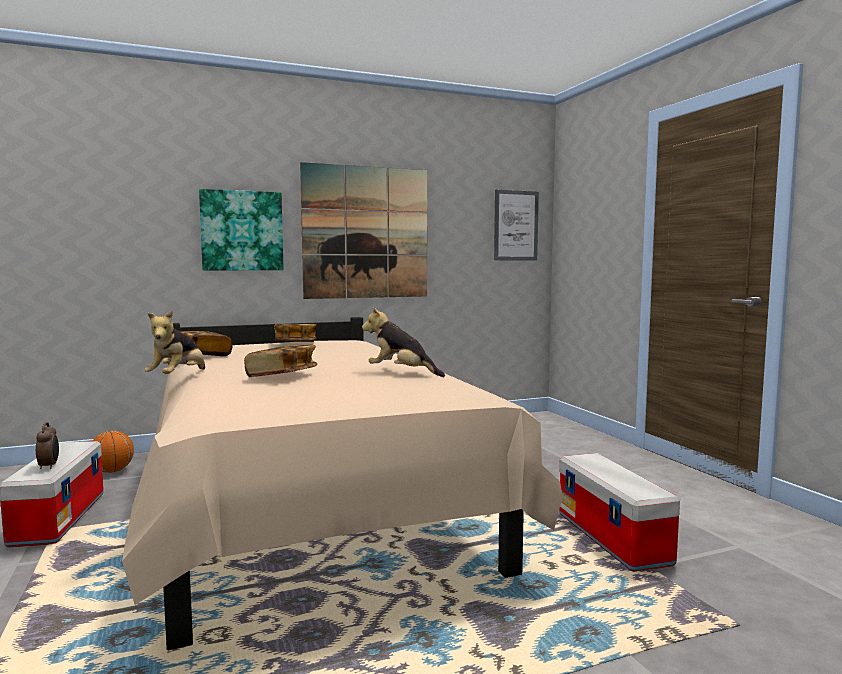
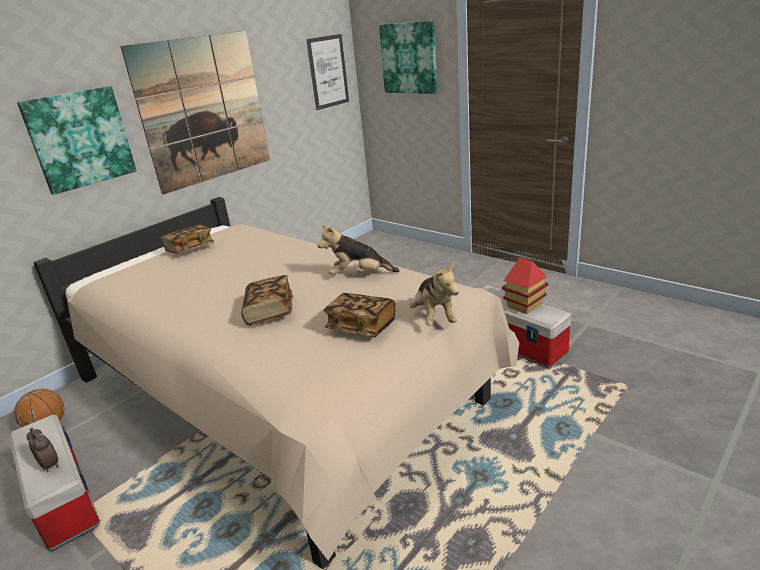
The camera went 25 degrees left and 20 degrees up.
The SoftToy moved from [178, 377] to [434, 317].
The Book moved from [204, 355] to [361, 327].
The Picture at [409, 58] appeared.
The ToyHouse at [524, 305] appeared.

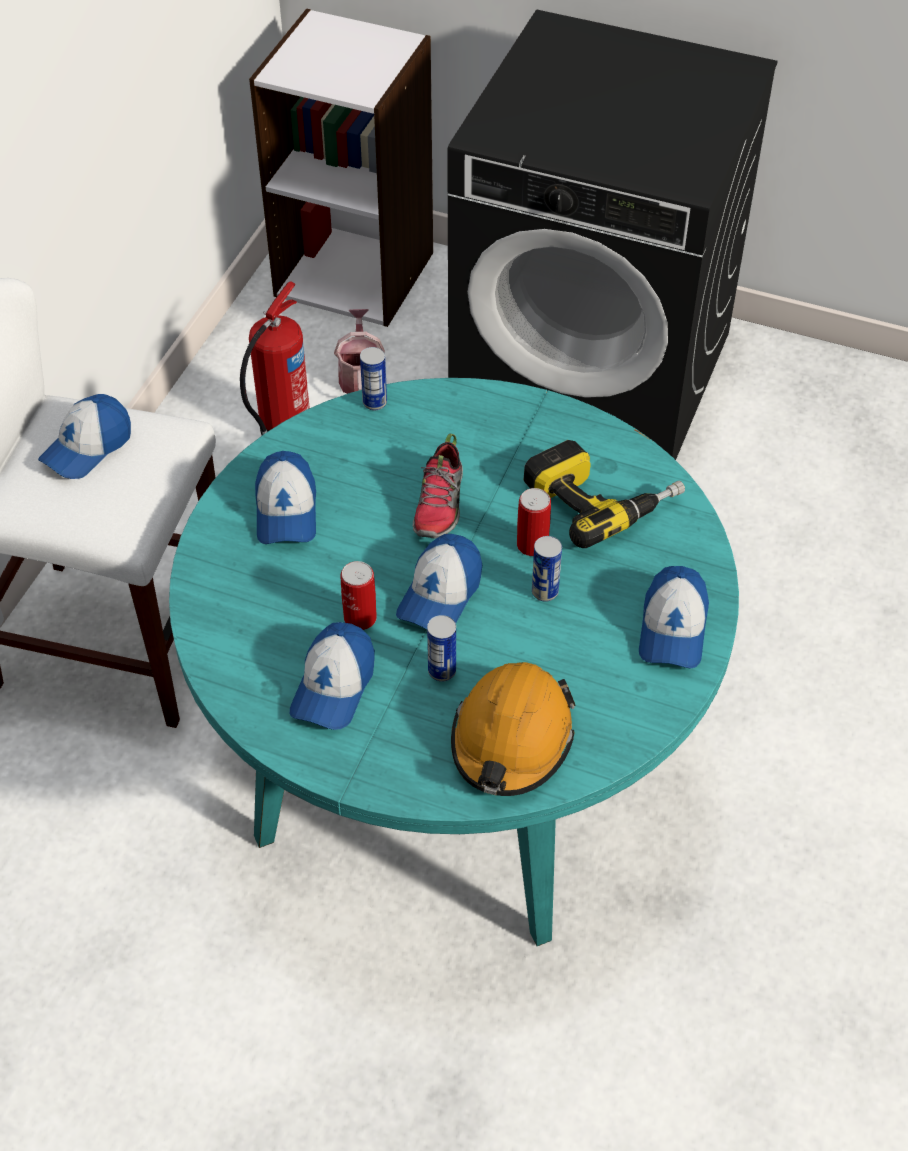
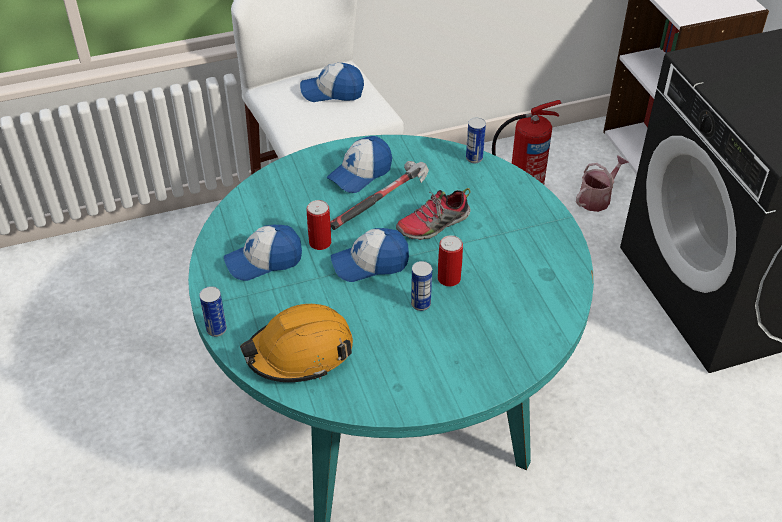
The camera went 50 degrees right and 5 degrees down.
The PowerDrill at [601, 498] disappeared.
The BaseballCap at [673, 629] disappeared.
The SealedCan moved from [442, 671] to [216, 329].
The ToolHammer at [383, 204] appeared.

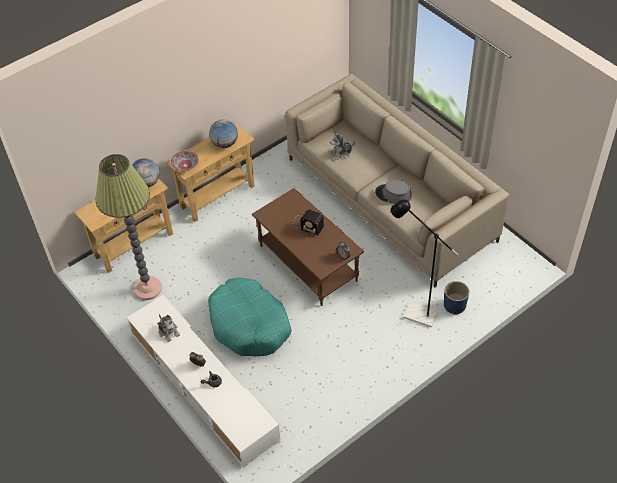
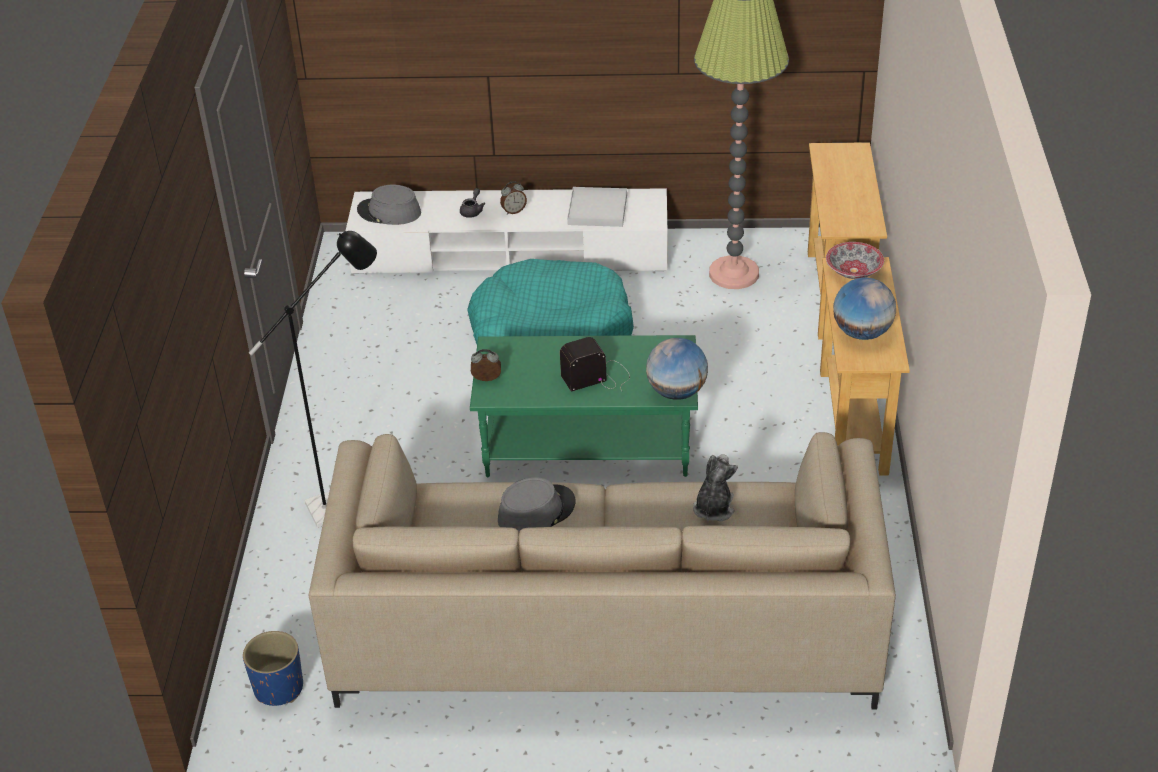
The camera went 130 degrees right and 10 degrees down.
The WorldGlobe moved from [147, 183] to [677, 392].
The BrownishLowTable at [309, 263] became the GreenLowTable at [586, 446].
The BluePlanter moved from [455, 305] to [278, 688].
The SoftToy at [168, 331] was replaced by the WhiteColouredTray at [597, 210].
The GrayHat at [389, 212] appeared.

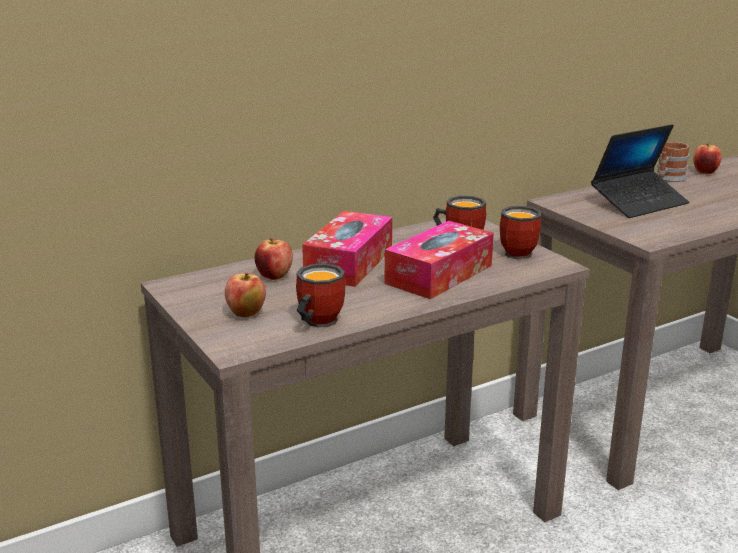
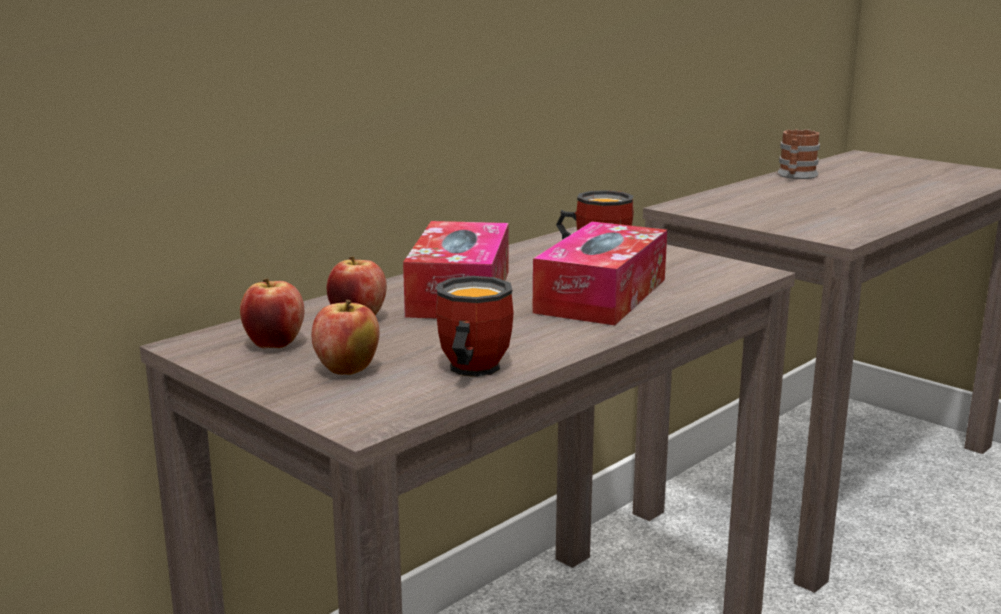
The camera went 15 degrees left and 5 degrees down.
The Laptop at [639, 203] disappeared.
The AppleFruit moved from [705, 172] to [275, 344].
The TeaMug at [518, 252] disappeared.

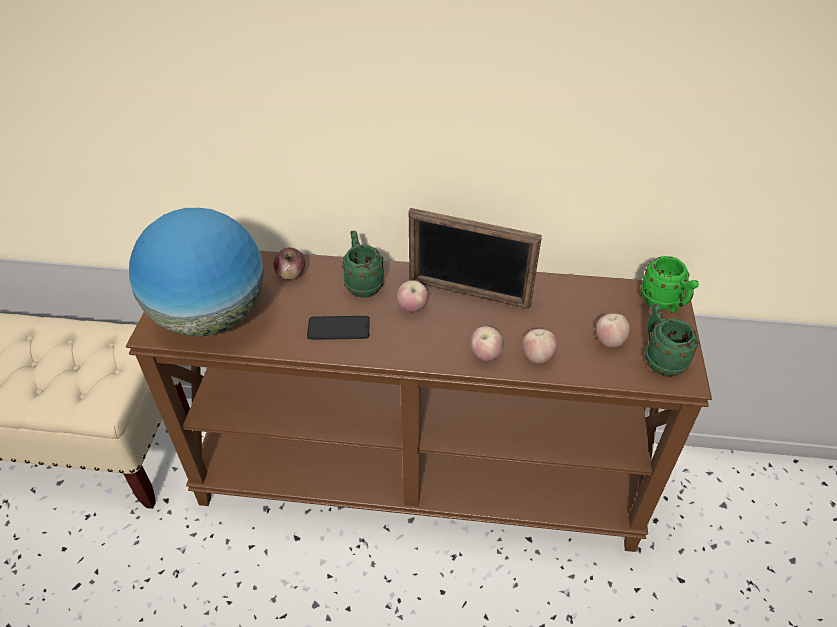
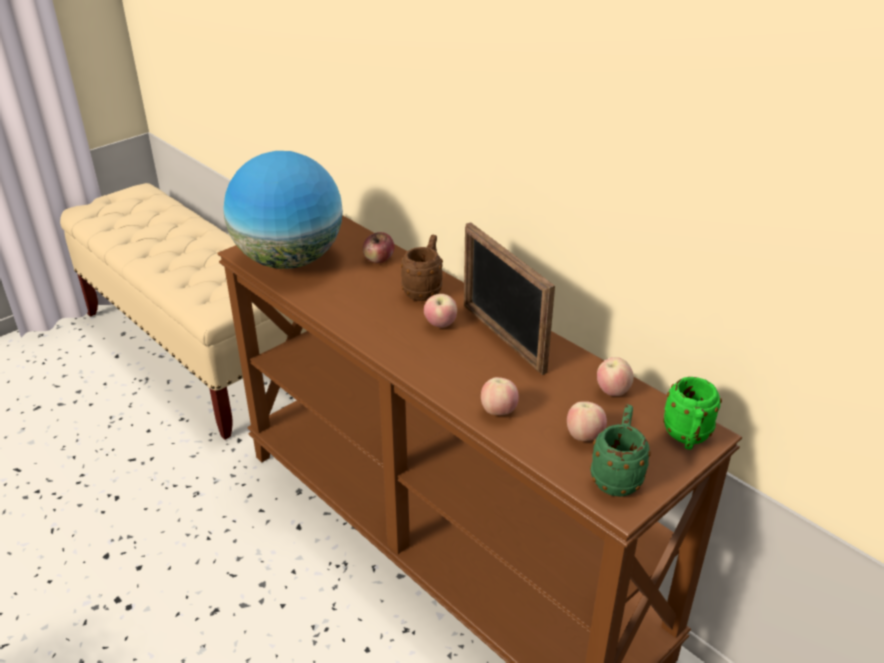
The camera went 40 degrees right and 10 degrees down.
The GreenTeaMug at [362, 283] became the BrownishTeaMug at [424, 290].
The Telephone at [338, 328] disappeared.
The AppleFruit moved from [485, 355] to [612, 391].

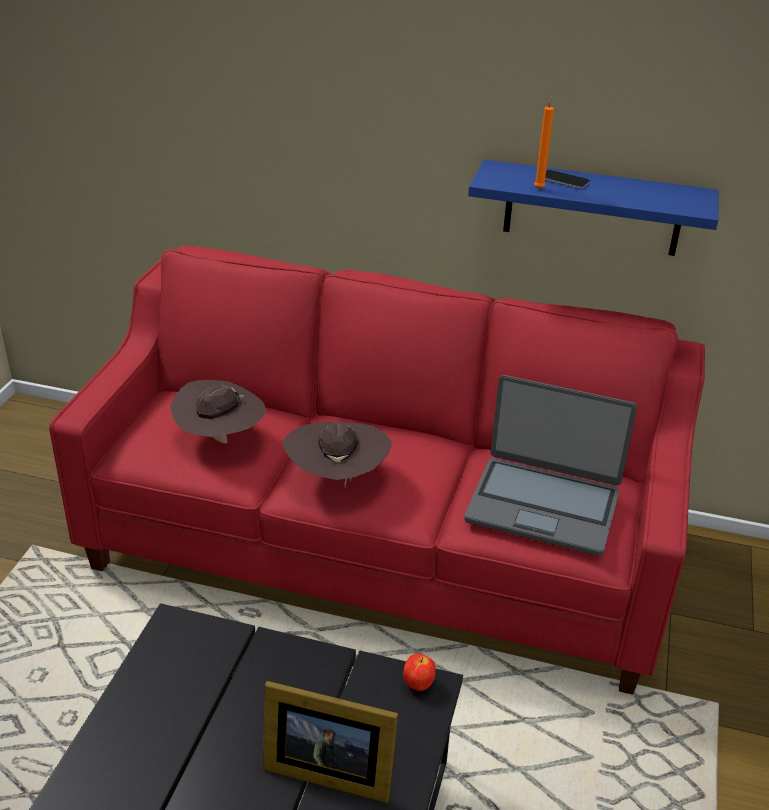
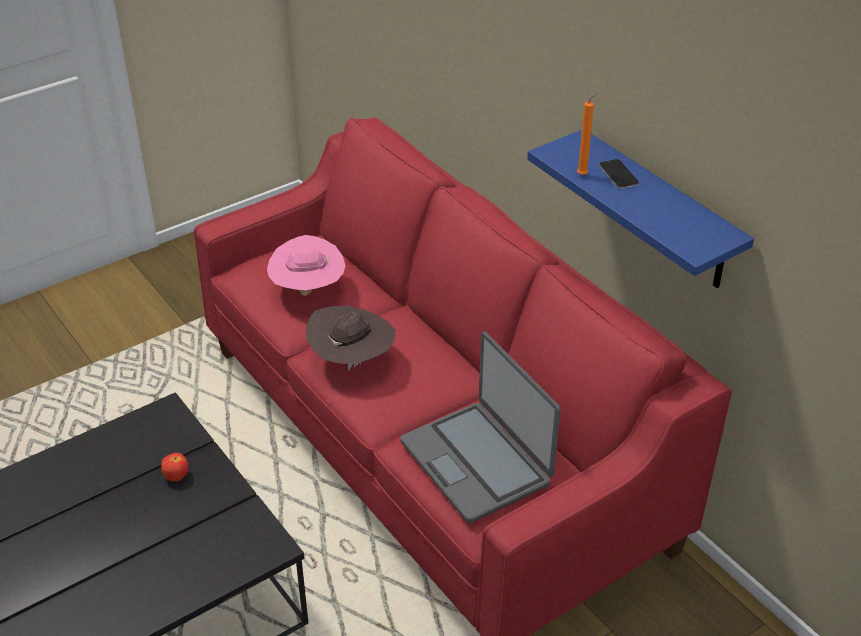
The camera went 40 degrees right and 5 degrees up.
The BrownishHat at [220, 439] became the PinkColouredHat at [307, 291].
The AppleFruit moved from [418, 684] to [176, 477].
The PictureFrame at [326, 768] disappeared.

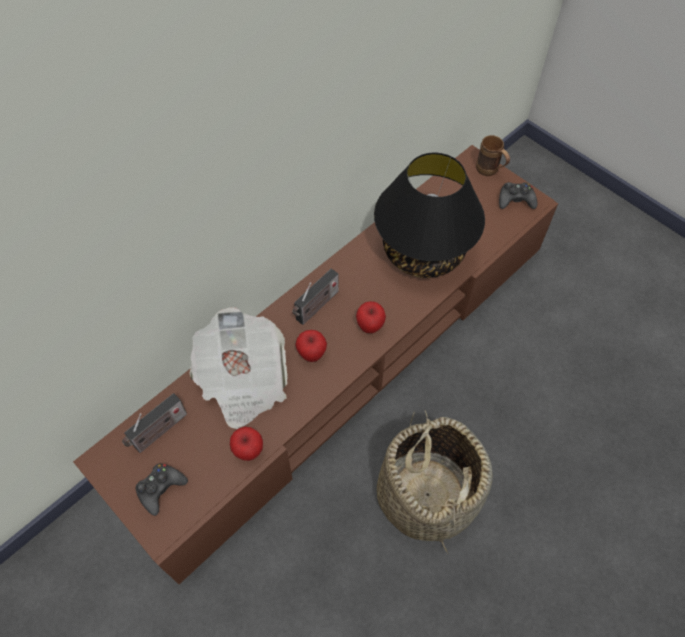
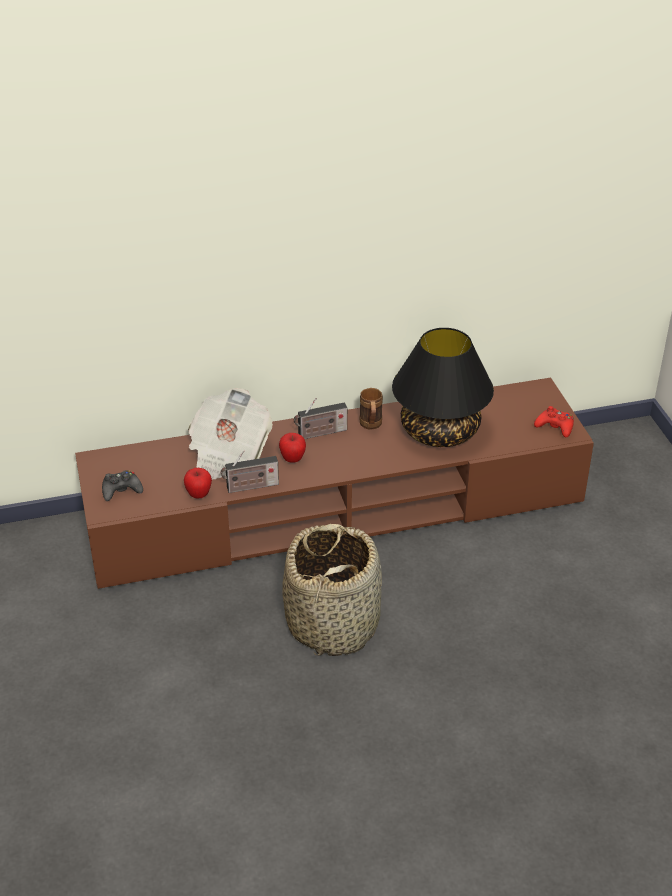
The camera went 30 degrees right and 20 degrees down.
The BrownishTeaMug moved from [490, 172] to [371, 426].
The BlackColouredGameController at [516, 200] became the ReddishGameController at [555, 426].
The AppleFruit at [370, 326] disappeared.
The Radio moved from [158, 432] to [250, 487].

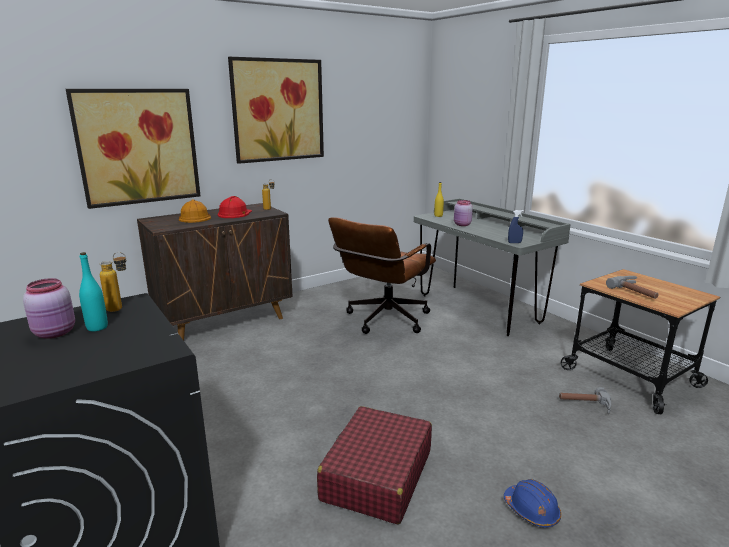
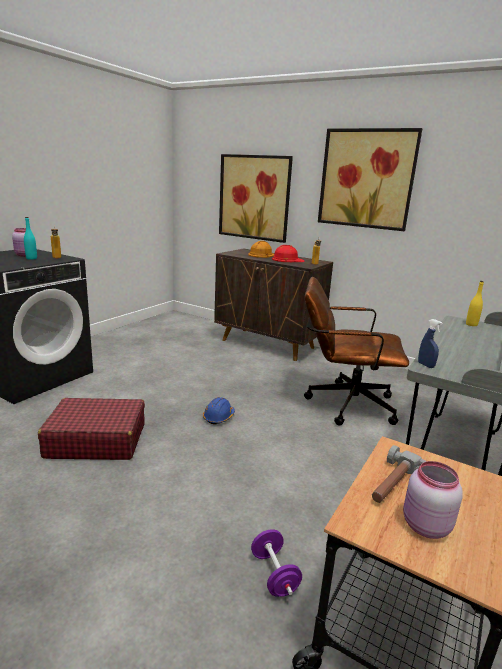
The camera went 65 degrees right and 0 degrees up.
The PinkColouredPreserveJar moved from [462, 225] to [424, 526].
The ToolHammer at [586, 405] was replaced by the PurpleColouredFreeWeight at [274, 574].
The BlueWorkHelmet moved from [531, 510] to [218, 417].

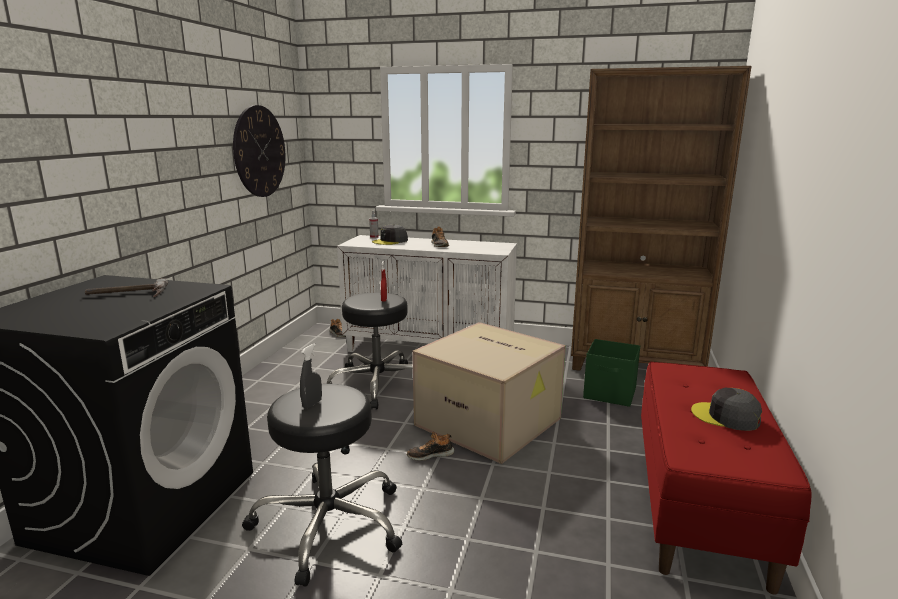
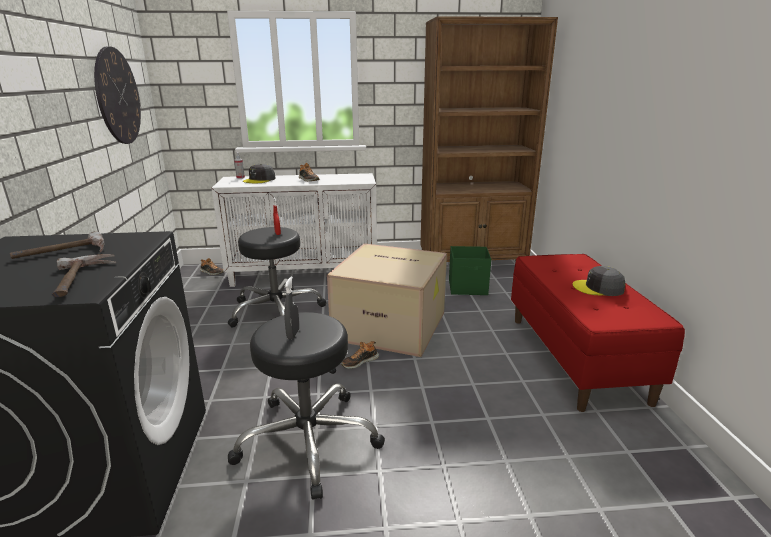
The camera went 20 degrees left and 5 degrees up.
The ToolHammer at [82, 279] appeared.

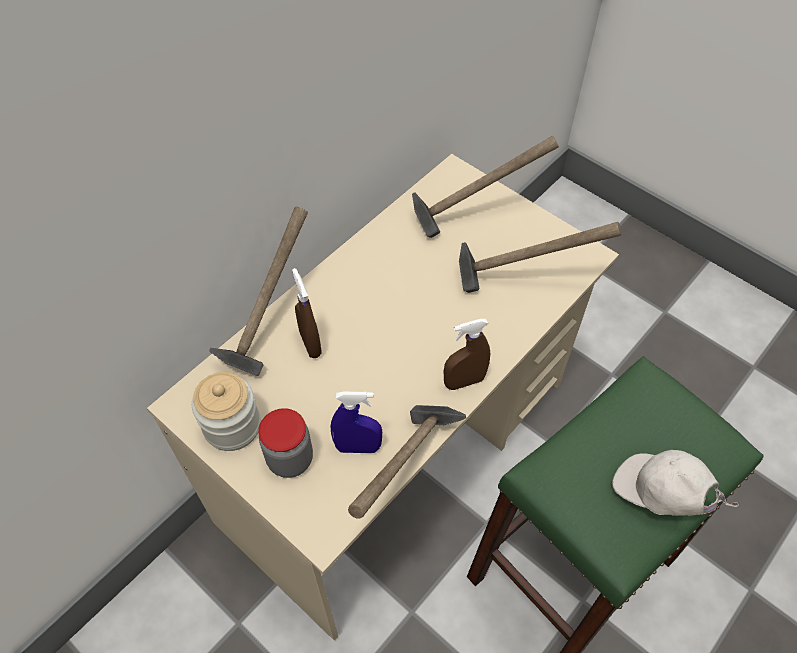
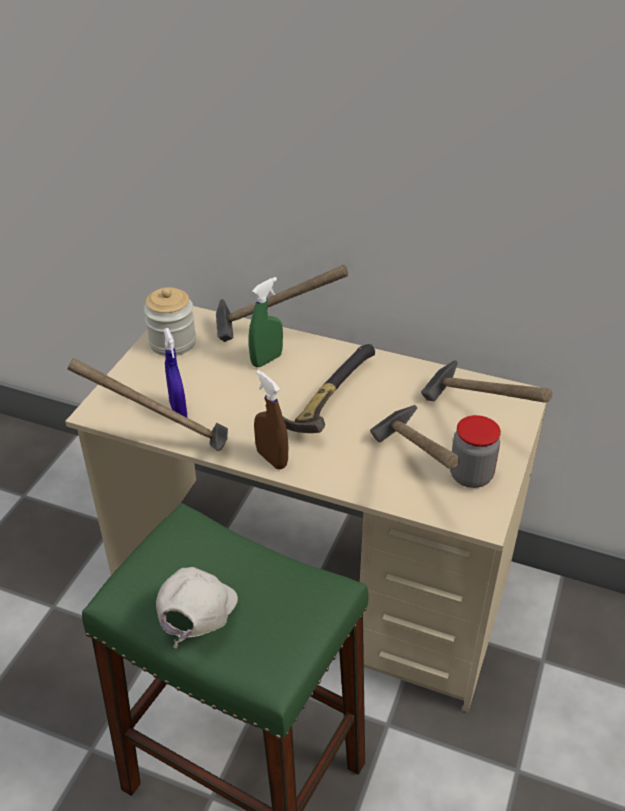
The camera went 70 degrees right and 15 degrees down.
The BrownishHandSprayer at [310, 343] became the GreenHandSprayer at [266, 360].
The PreserveJar moved from [290, 459] to [471, 476].
The ToolHammer at [326, 401] appeared.

